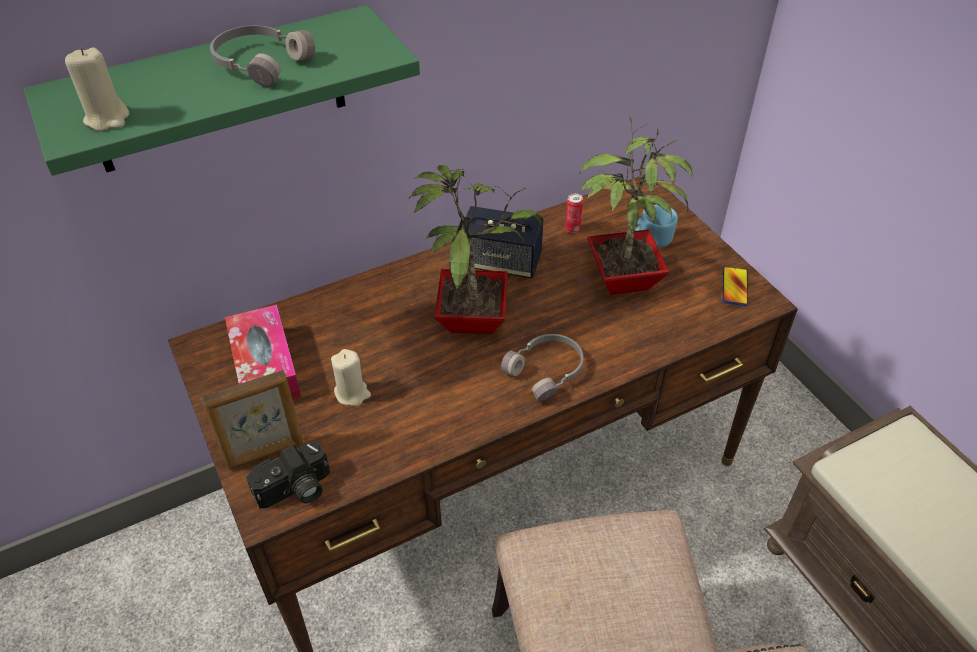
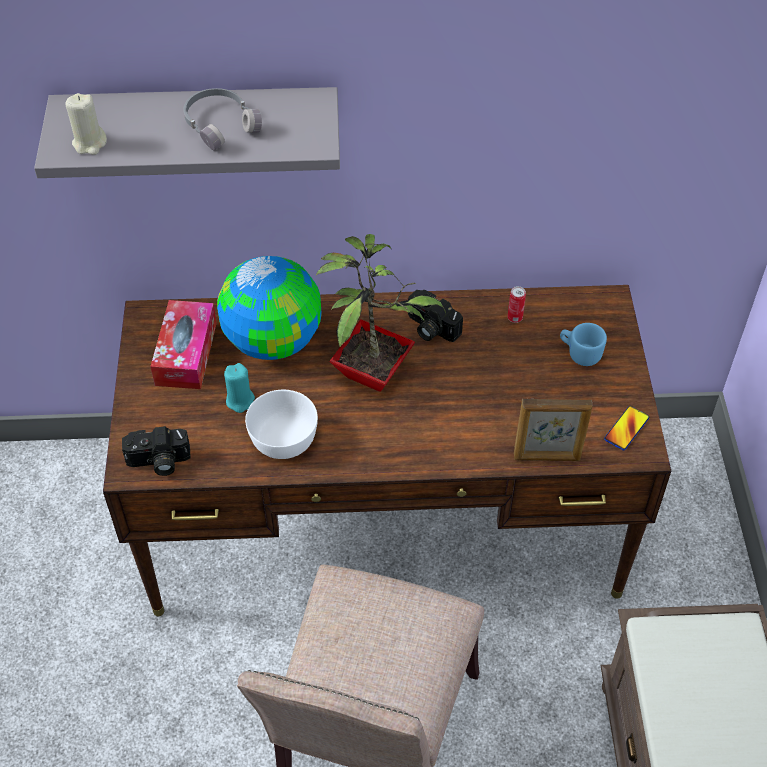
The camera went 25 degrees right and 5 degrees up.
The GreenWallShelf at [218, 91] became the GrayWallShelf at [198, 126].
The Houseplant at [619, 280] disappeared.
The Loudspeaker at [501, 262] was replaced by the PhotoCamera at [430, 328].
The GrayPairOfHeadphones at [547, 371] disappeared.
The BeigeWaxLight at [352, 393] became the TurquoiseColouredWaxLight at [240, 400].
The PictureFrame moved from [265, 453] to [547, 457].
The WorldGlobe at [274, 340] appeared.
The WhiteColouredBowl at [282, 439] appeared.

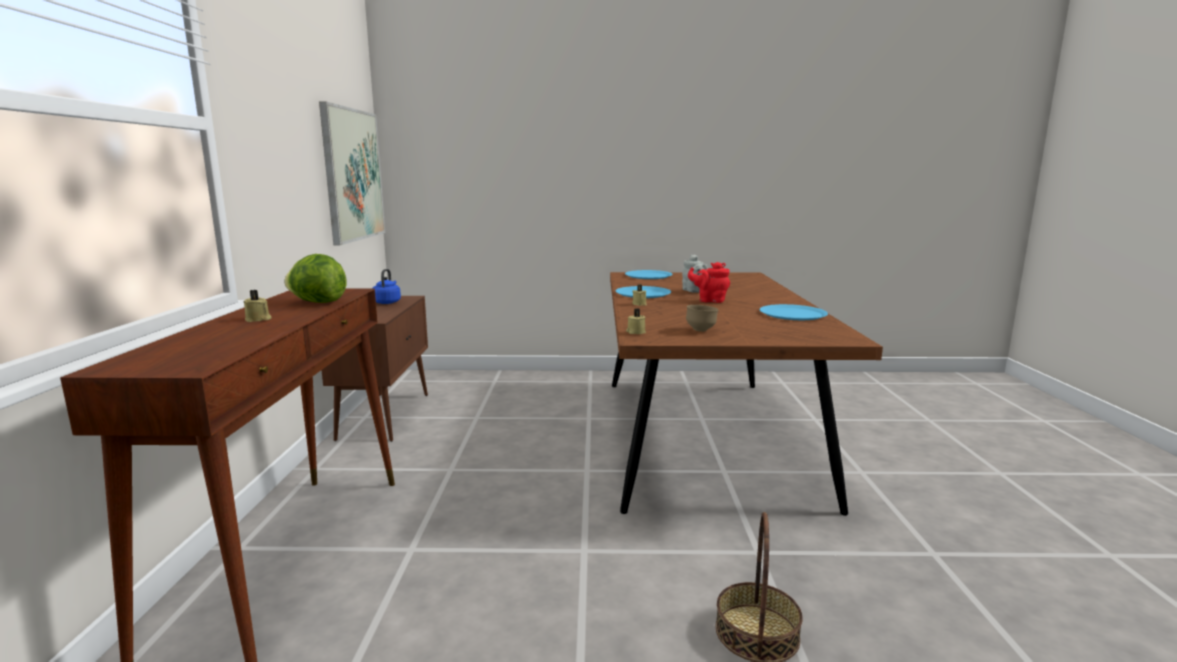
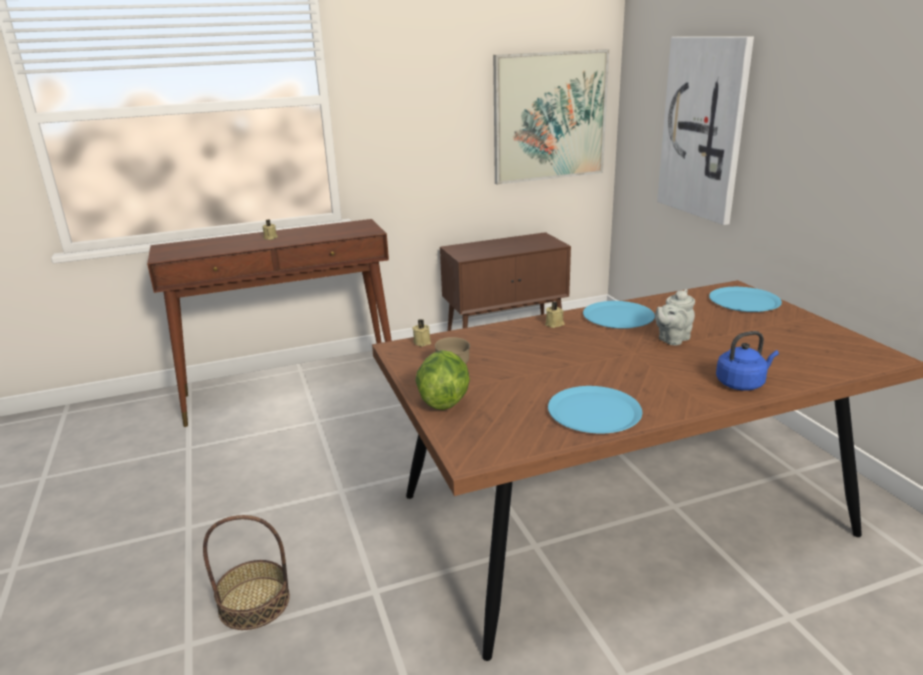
The camera went 70 degrees right and 10 degrees up.
The Lettuce moved from [318, 302] to [443, 401].
The ReddishPotForTea at [709, 300] disappeared.
The BlueTeaKettle moved from [387, 302] to [742, 383].
The Picture at [703, 128] appeared.

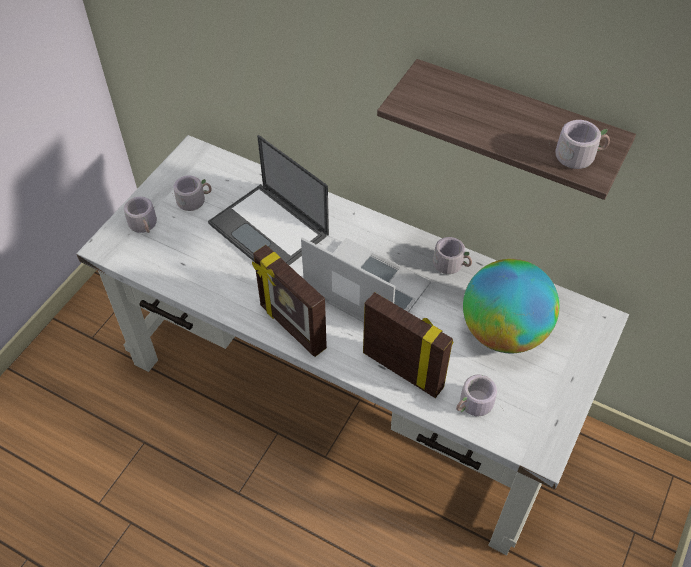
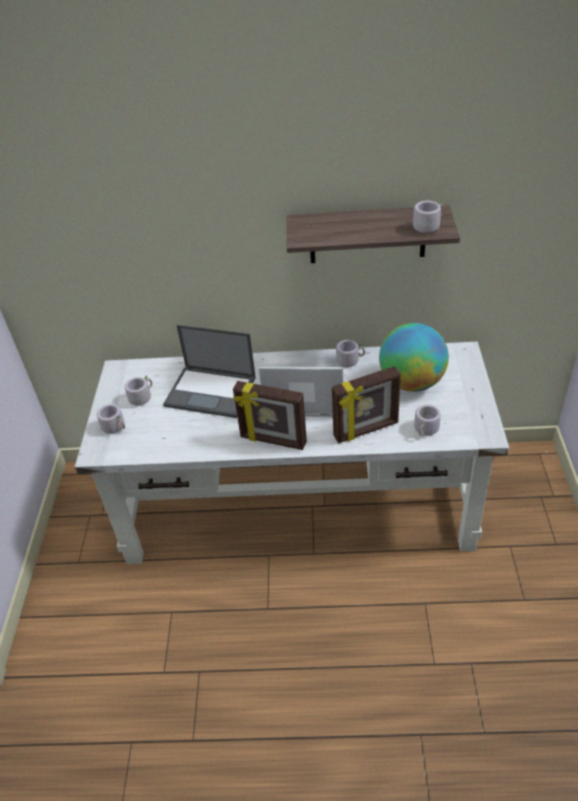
The camera went 25 degrees left and 10 degrees down.
The PictureFrame at [403, 369] turned 150 degrees clockwise.

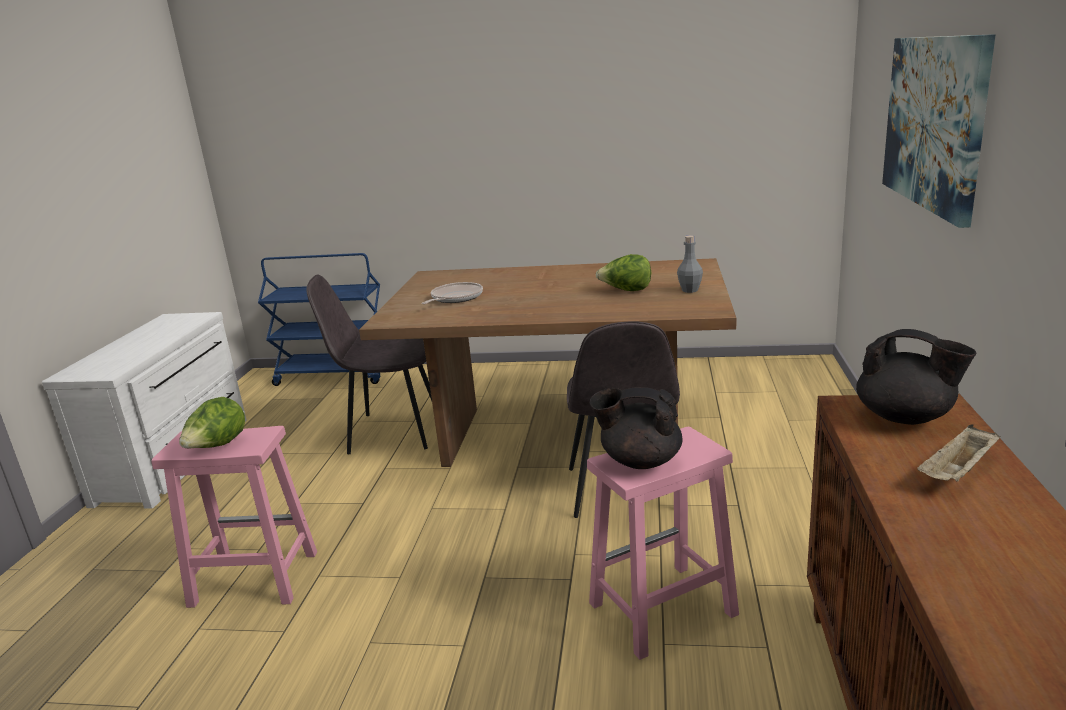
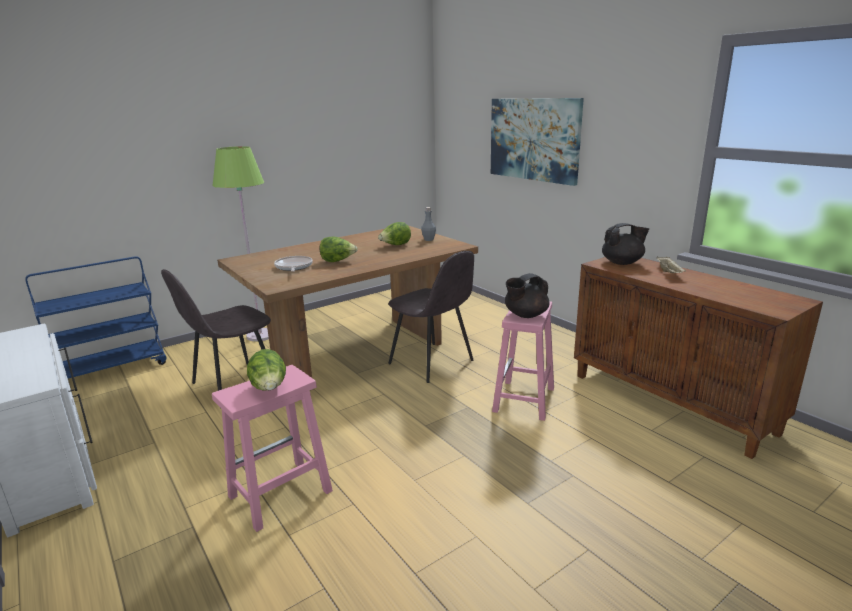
The camera went 45 degrees left and 0 degrees up.
The GreenStandardLamp at [261, 335] appeared.
The Lettuce at [338, 261] appeared.

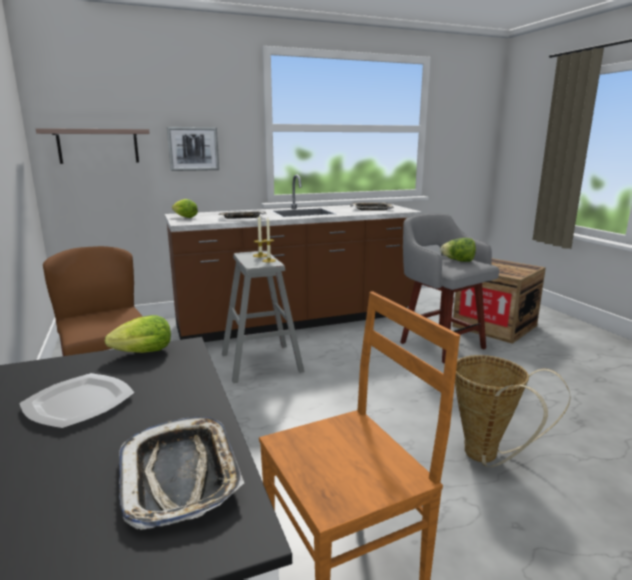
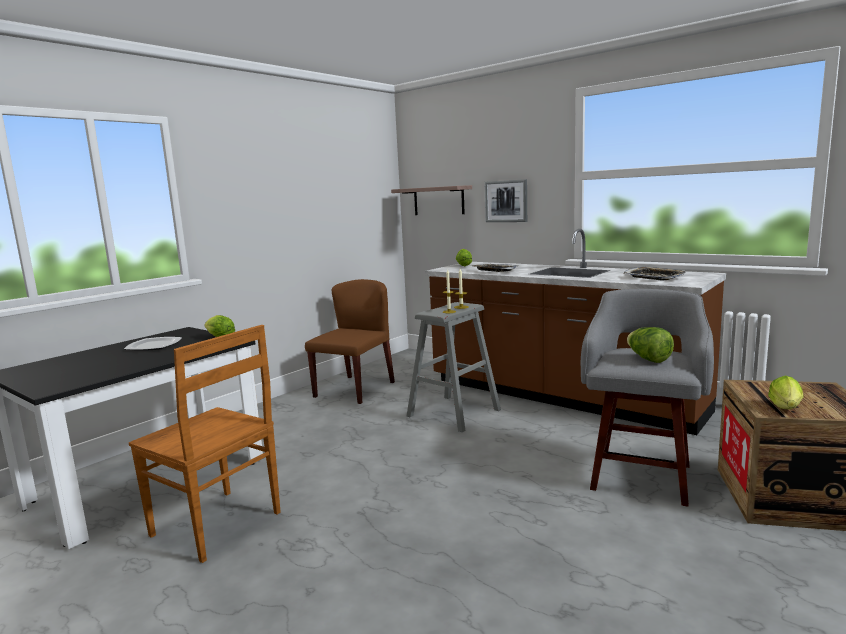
The camera went 60 degrees right and 5 degrees down.
The HouseholdBasket at [487, 458] disappeared.
The Tray at [181, 475] disappeared.
The Lettuce at [786, 409] appeared.

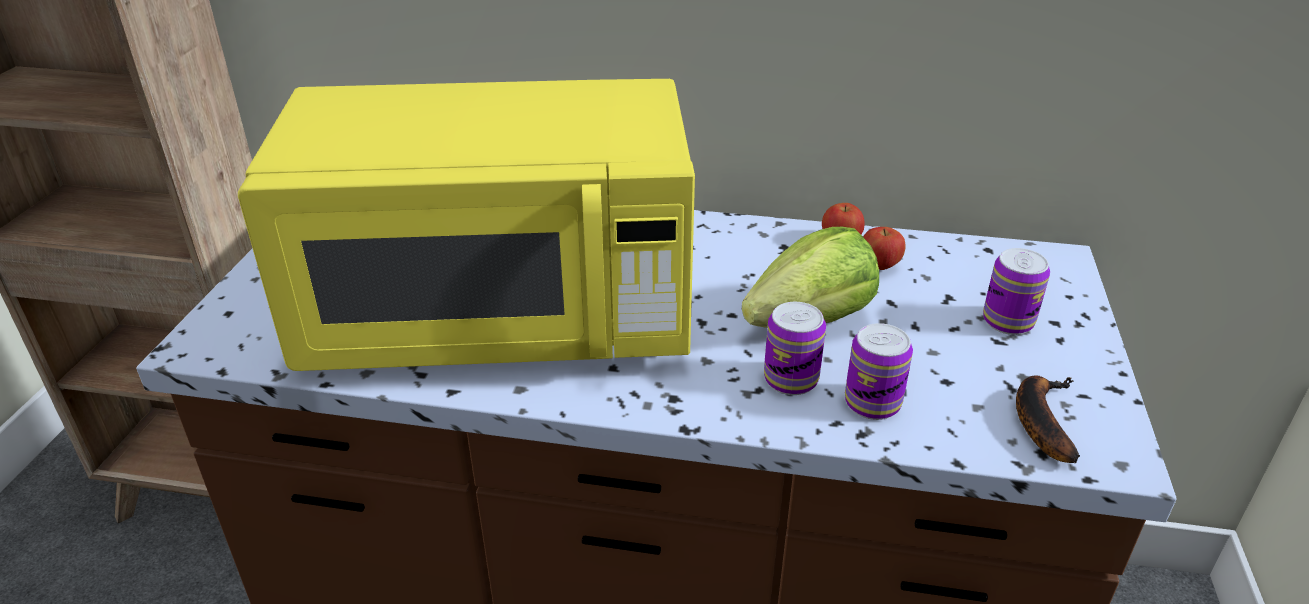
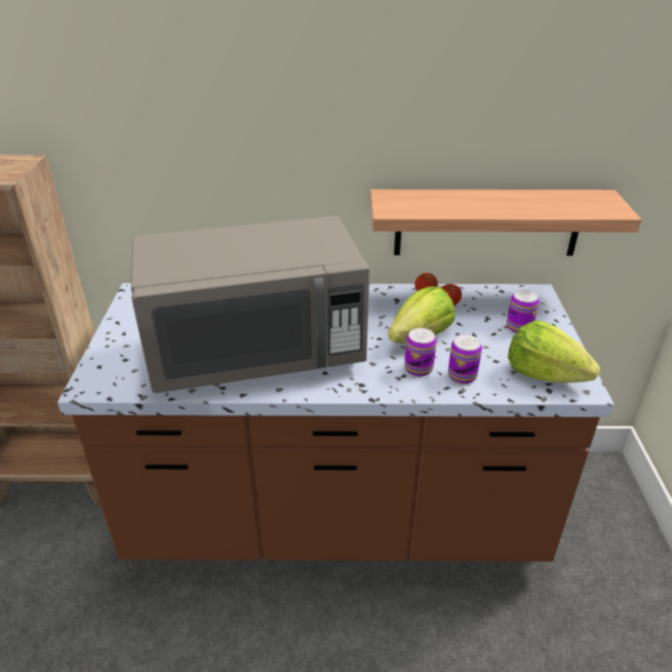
The camera went 10 degrees left and 0 degrees up.
The YellowishMicrowave at [500, 318] became the GrayMicrowave at [256, 353].
The BananaFruit at [1039, 419] was replaced by the Lettuce at [544, 374].
The WallShelf at [487, 222] appeared.

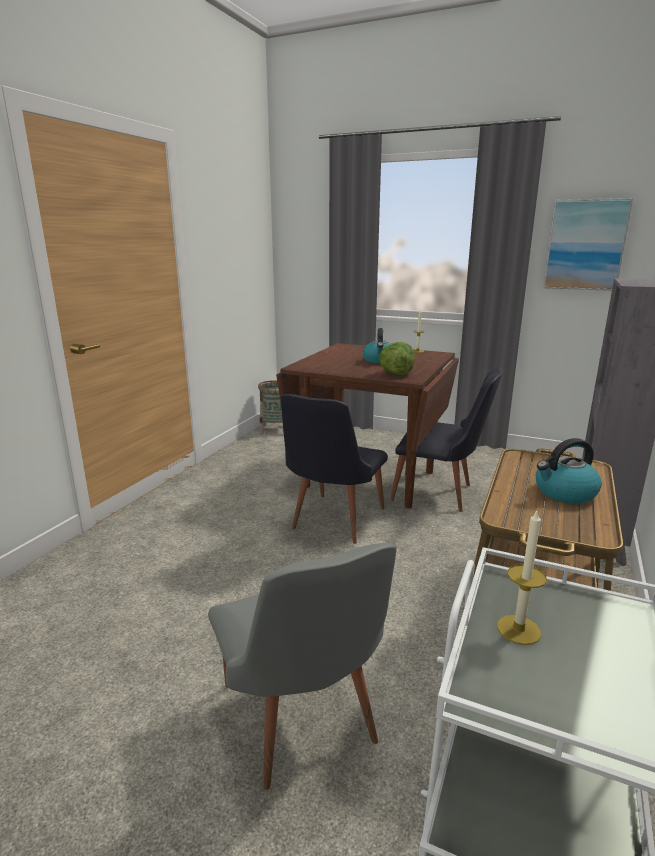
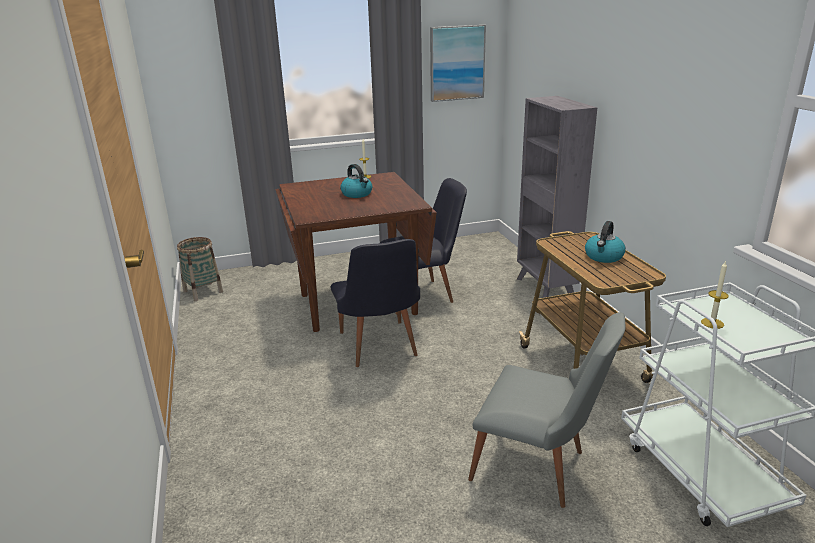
The camera went 40 degrees left and 5 degrees up.
The Lettuce at [396, 374] disappeared.

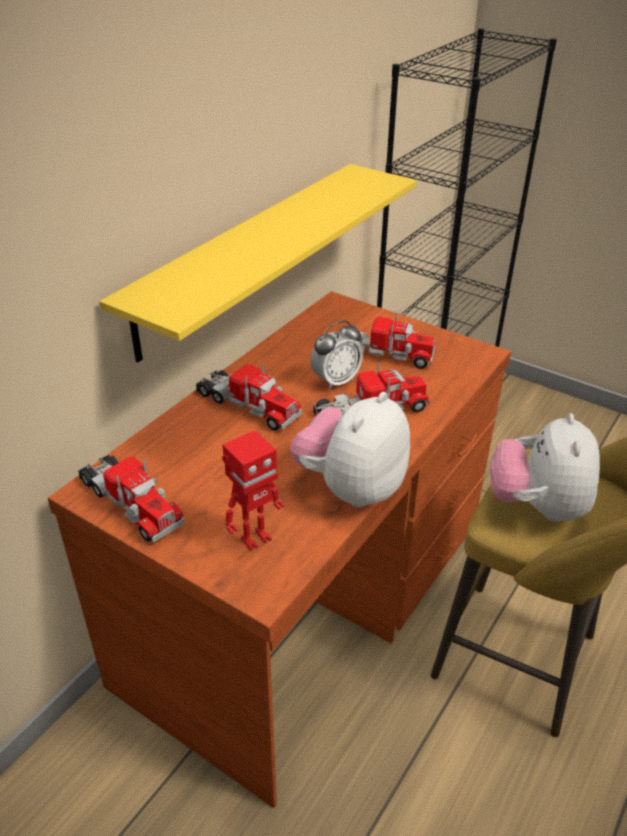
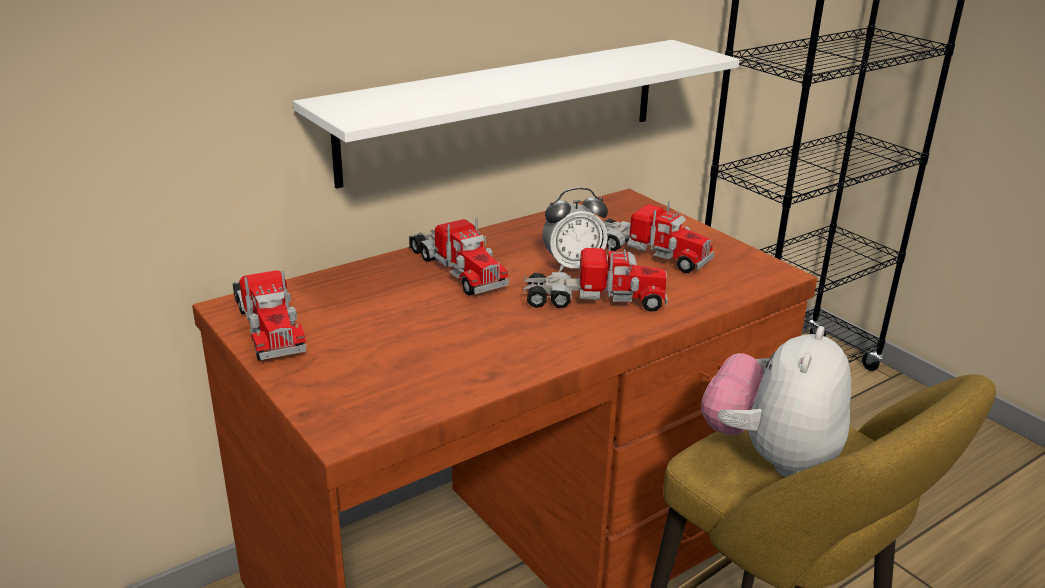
The camera went 20 degrees right and 10 degrees down.
The YellowishWallShelf at [247, 255] became the WhiteColouredWallShelf at [505, 109].
The SoftToy at [351, 488] disappeared.
The ToyRobot at [254, 538] disappeared.

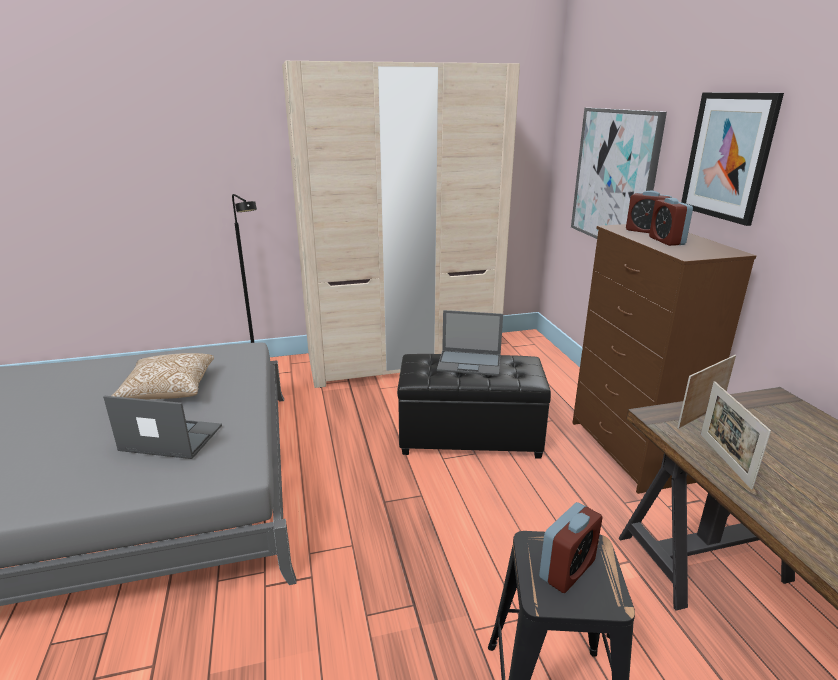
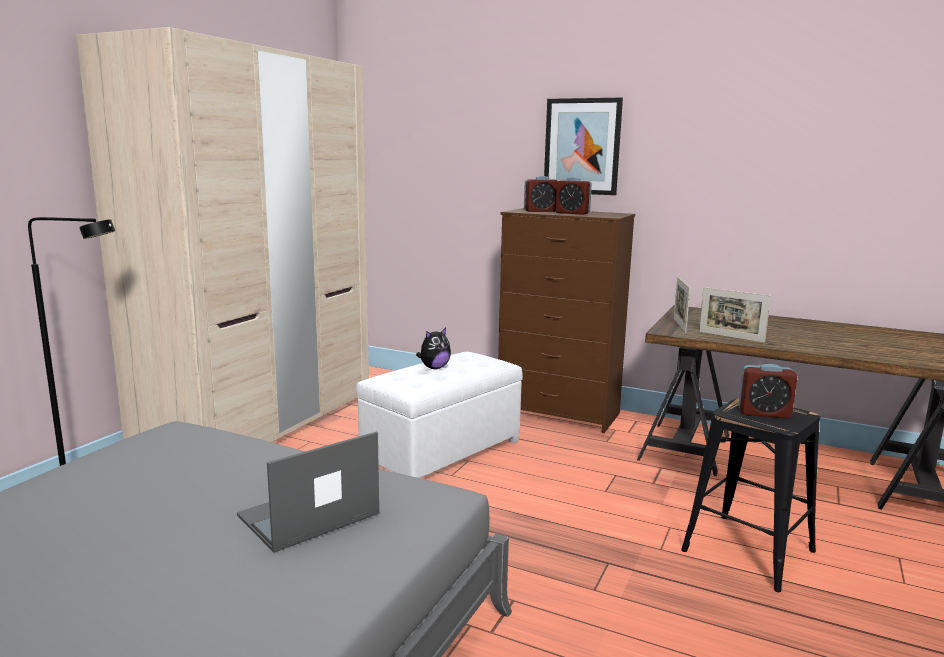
The camera went 50 degrees left and 10 degrees down.
The Picture at [614, 178] disappeared.
The Laptop at [470, 363] was replaced by the SoftToy at [434, 368].
The ThrowPillow at [168, 390] disappeared.
The BlackColouredOttoman at [469, 436] became the WhiteColouredOttoman at [442, 452].
The TableClock at [567, 569] turned 105 degrees clockwise.

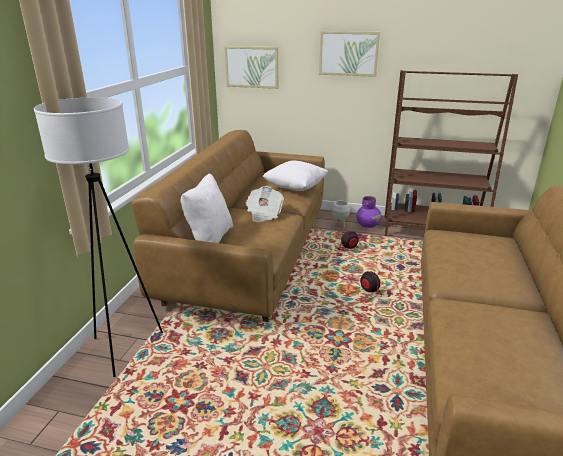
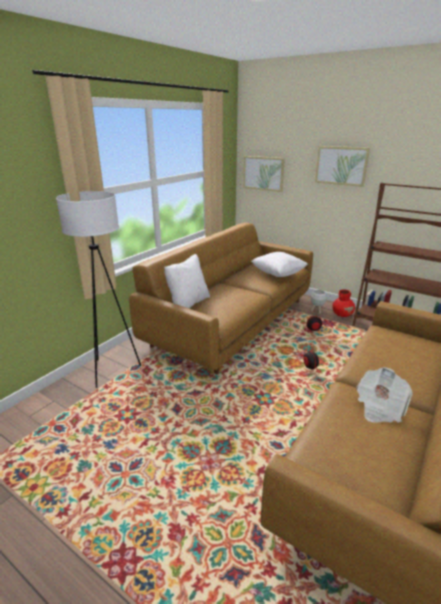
The camera went 20 degrees right and 0 degrees up.
The PrintedPaper moved from [264, 214] to [379, 407].
The PurpleColouredVase at [368, 225] became the ReddishVase at [342, 314].

